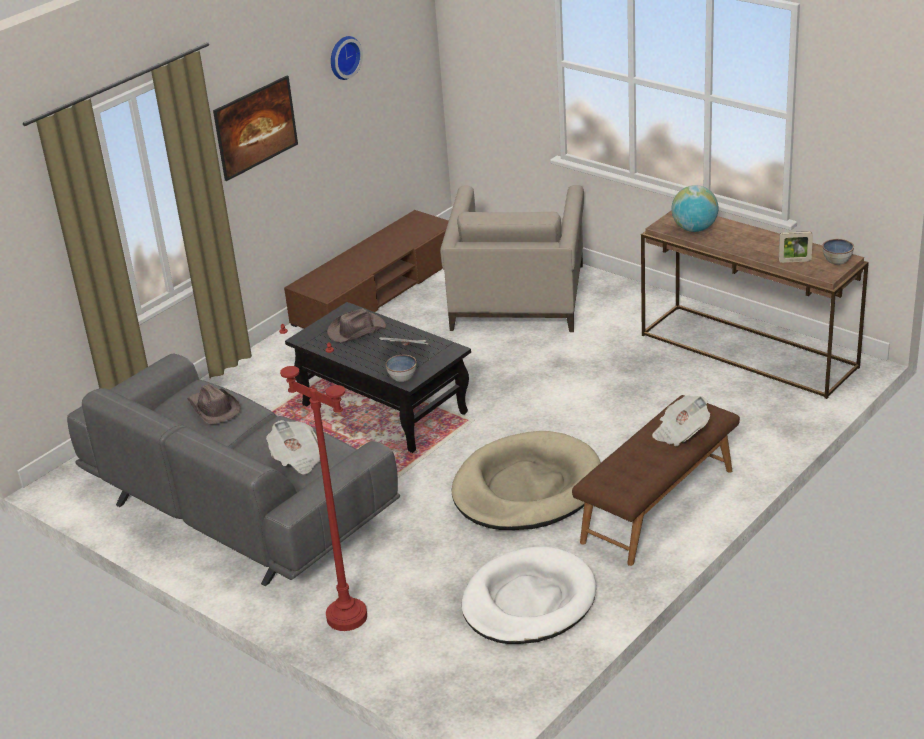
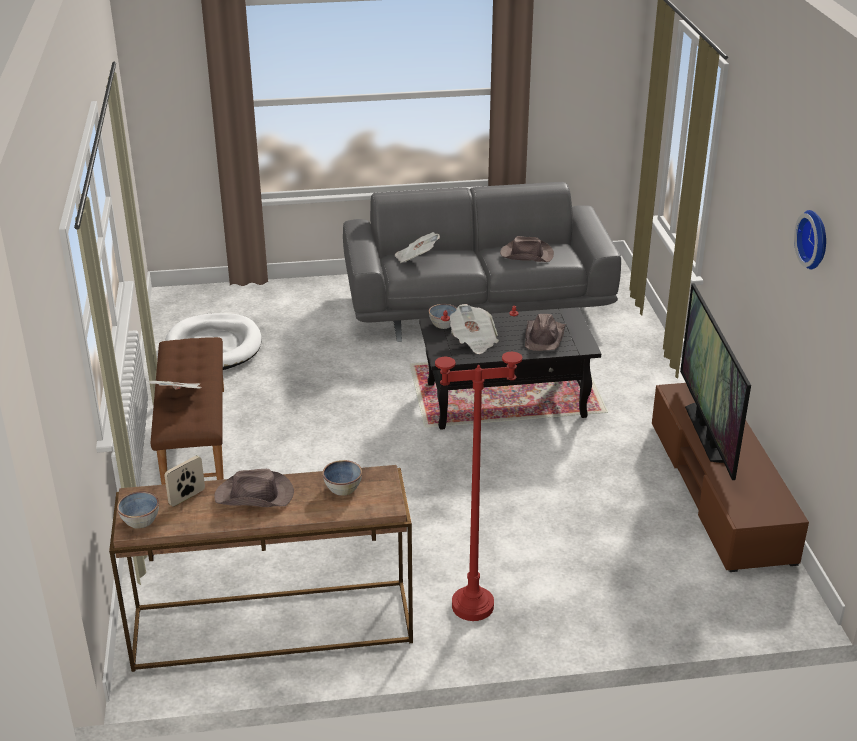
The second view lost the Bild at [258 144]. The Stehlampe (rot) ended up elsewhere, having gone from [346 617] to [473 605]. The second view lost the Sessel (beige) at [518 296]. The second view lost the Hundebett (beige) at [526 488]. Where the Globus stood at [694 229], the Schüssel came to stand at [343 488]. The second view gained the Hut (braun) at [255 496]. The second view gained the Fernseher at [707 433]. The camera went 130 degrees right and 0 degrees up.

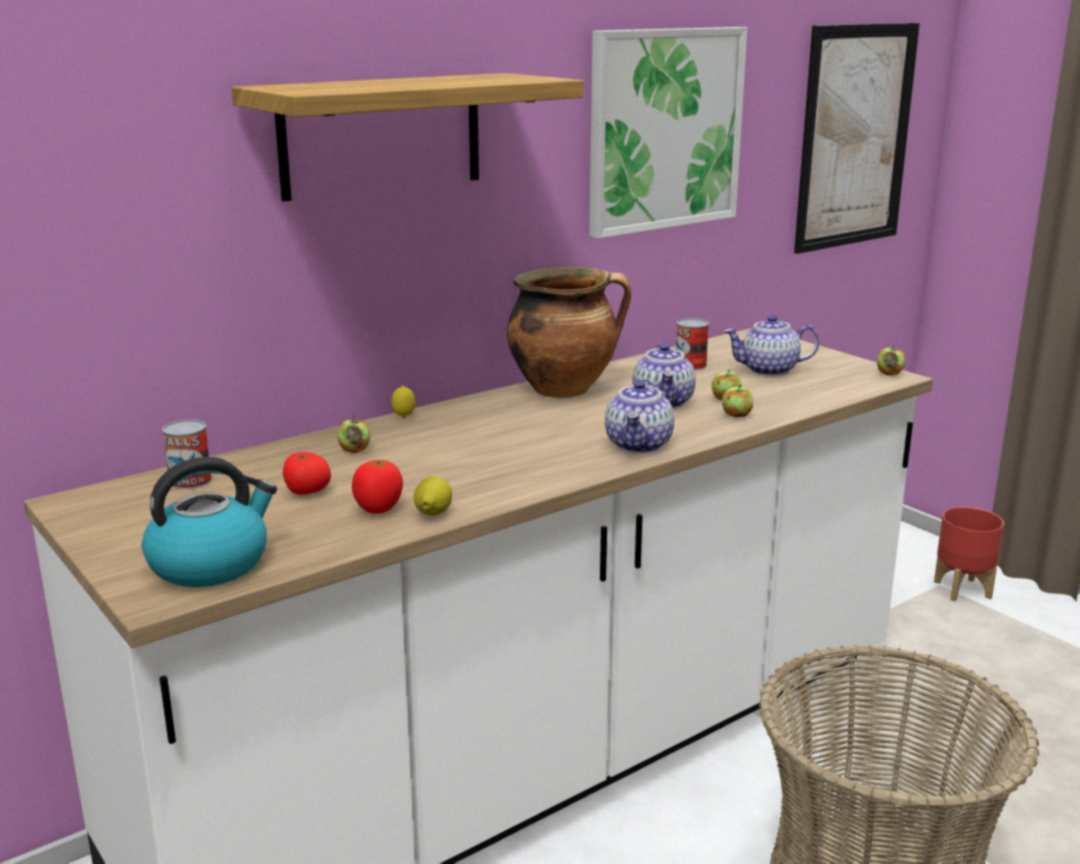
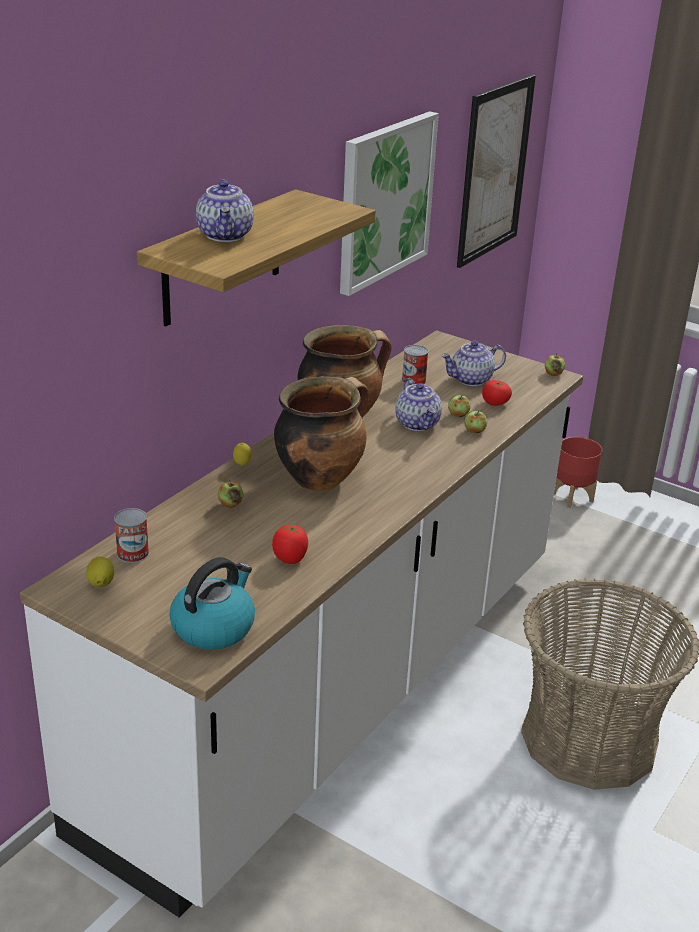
The Tomate ended up elsewhere, having gone from [306 492] to [495 403]. The Zitrone ended up elsewhere, having gone from [432 514] to [100 584]. The Teekanne ended up elsewhere, having gone from [639 445] to [226 235]. The second view gained the Kochtopf at [320 478]. The camera went 20 degrees left and 10 degrees up.

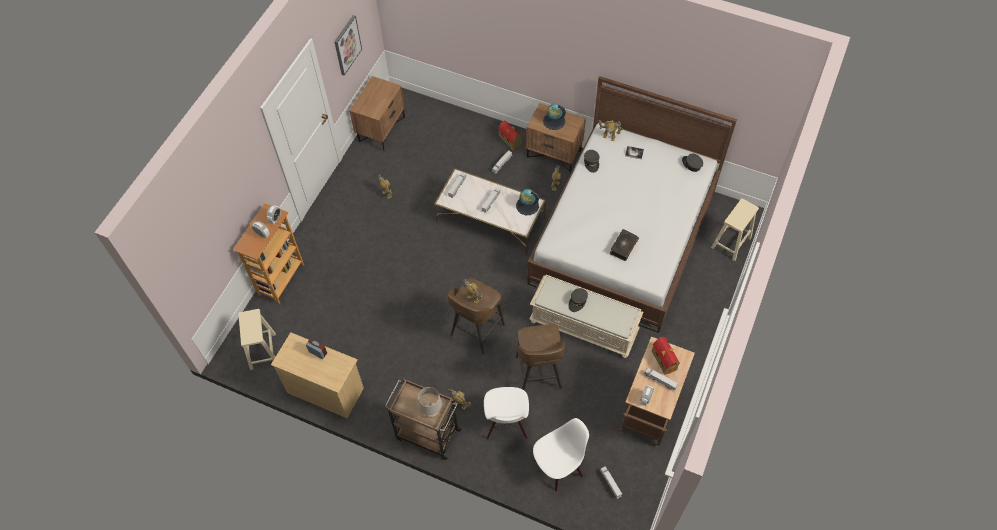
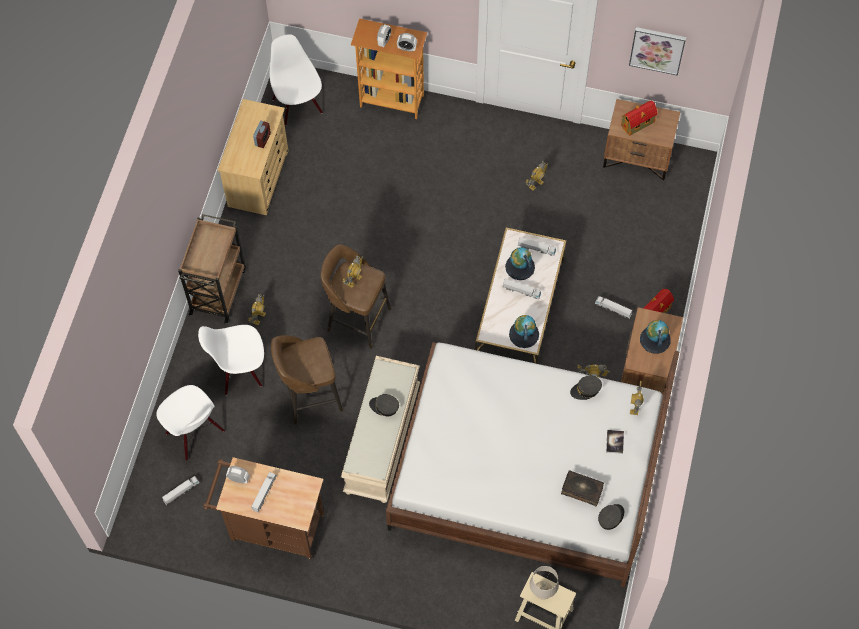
Where the Hocker (beige) stood at [262 350], the Stuhl (weiß) came to stand at [298 105]. The Tischlampe (beige) ended up elsewhere, having gone from [431 412] to [542 592]. The Buch ended up elsewhere, having gone from [623 247] to [582 490]. The Spielzeughaus ended up elsewhere, having gone from [663 359] to [638 123]. The second view gained the Globus at [520 267]. The camera went 80 degrees right and 5 degrees up.

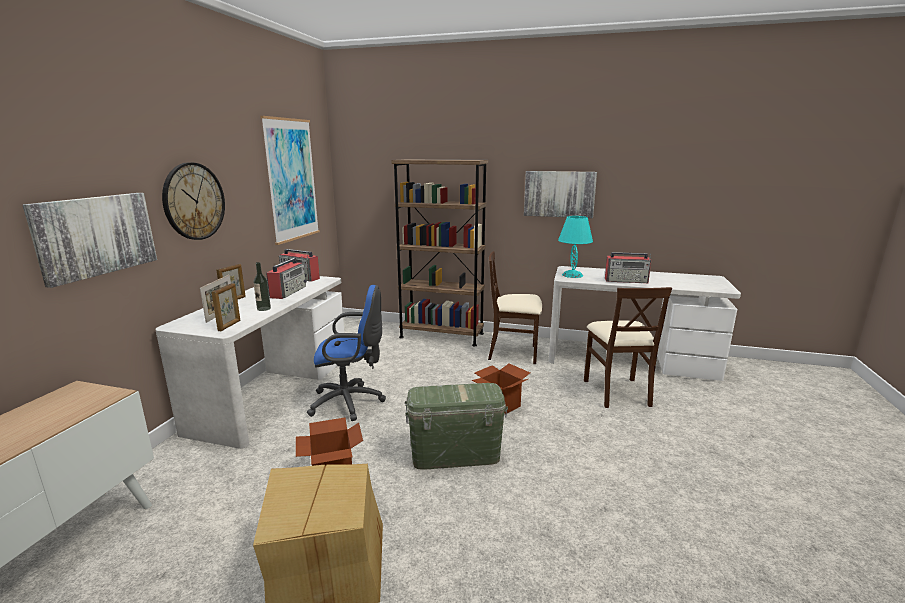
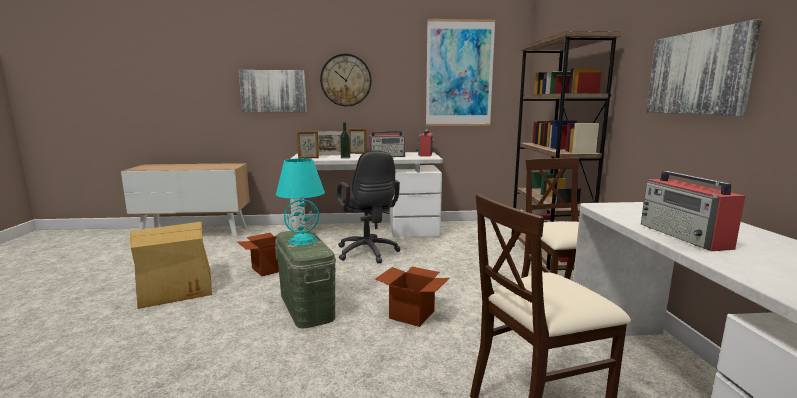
What was the Bürostuhl (blau) at [350 402] turned into the Bürostuhl (schwarz) at [368 253]. The Tischlampe (türkis) ended up elsewhere, having gone from [572 275] to [303 240]. The camera went 70 degrees right and 5 degrees down.

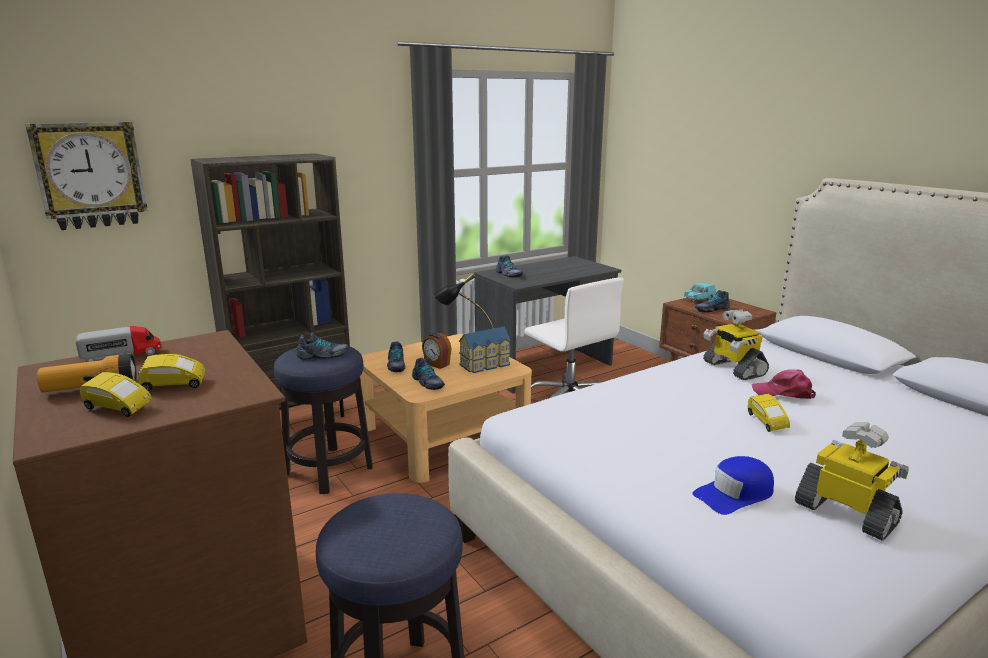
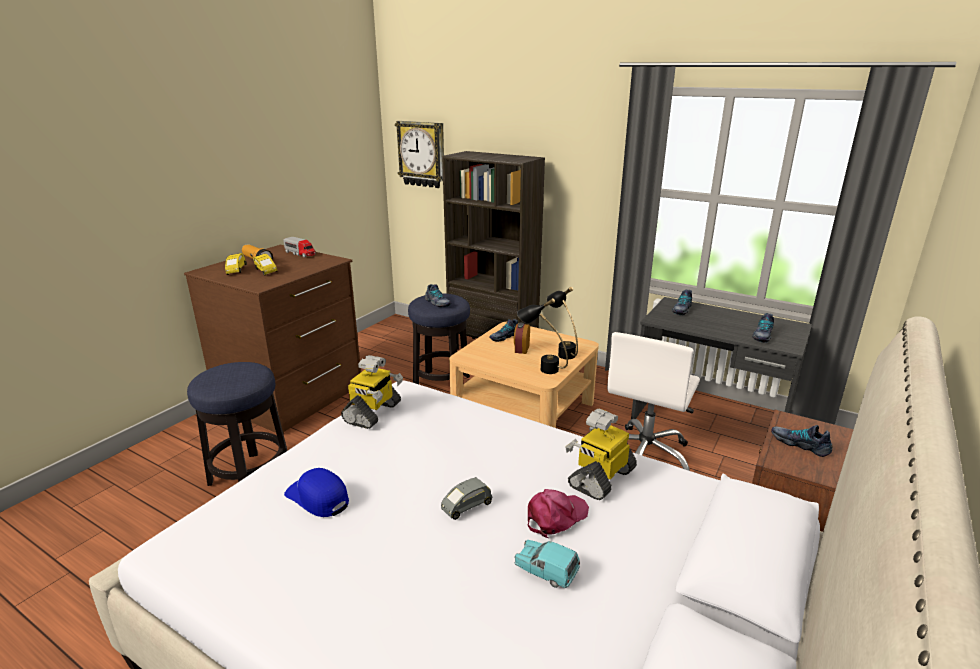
The Schuh ended up elsewhere, having gone from [427 383] to [762 335]. Where the Spielzeughaus stood at [486 365], the Tischlampe (schwarz) came to stand at [541 367]. The Spielzeugauto (türkis) ended up elsewhere, having gone from [699 299] to [546 571]. What was the Spielzeugauto (gelb) at [766 422] turned into the Spielzeugauto (grau) at [466 507]. The Kappe (rosa) at [784 393] ended up facing another way, 60 degrees clockwise from before. The Spielzeugroboter ended up elsewhere, having gone from [847 513] to [373 413]. The camera went 65 degrees right and 5 degrees up.

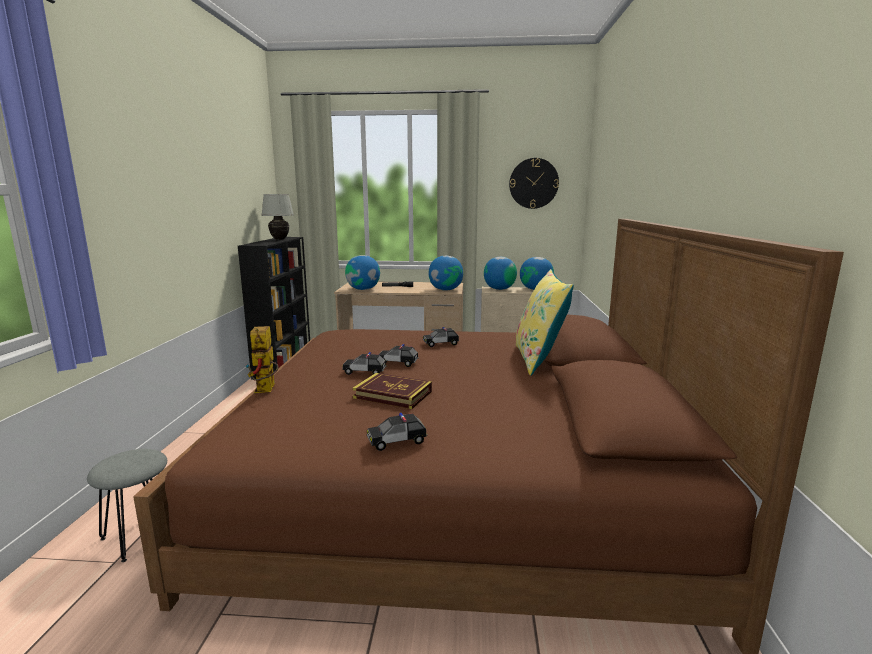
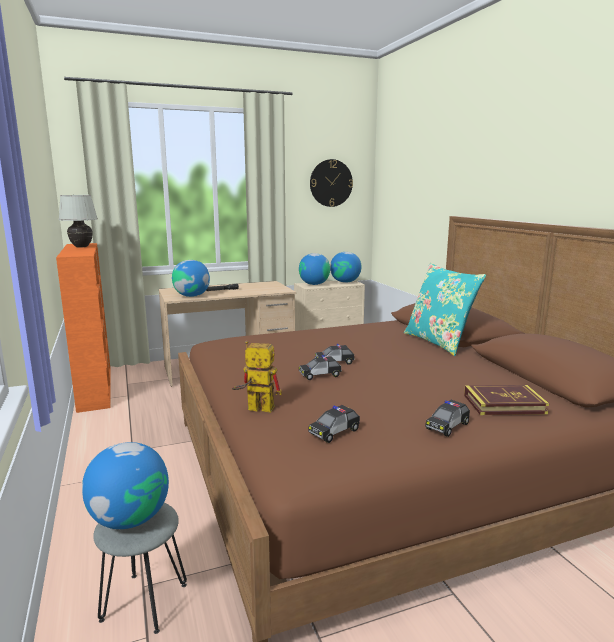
What was the Bücherregal (schwarz) at [284 362] turned into the Bücherregal (orange) at [94 388]. The Spielzeugroboter at [266 390] ended up facing another way, 135 degrees clockwise from before. The Buch ended up elsewhere, having gone from [393 395] to [504 404]. The Spielzeugauto ended up elsewhere, having gone from [441 344] to [334 432]. The Globus ended up elsewhere, having gone from [445 290] to [130 519]. What was the Kissen (gelb) at [539 359] turned into the Kissen (türkis) at [439 342]. The camera went 25 degrees left and 0 degrees up.

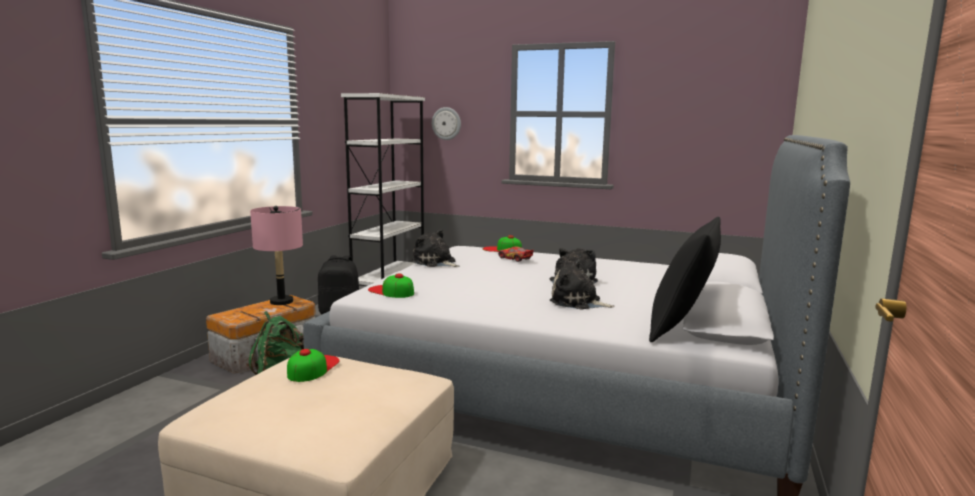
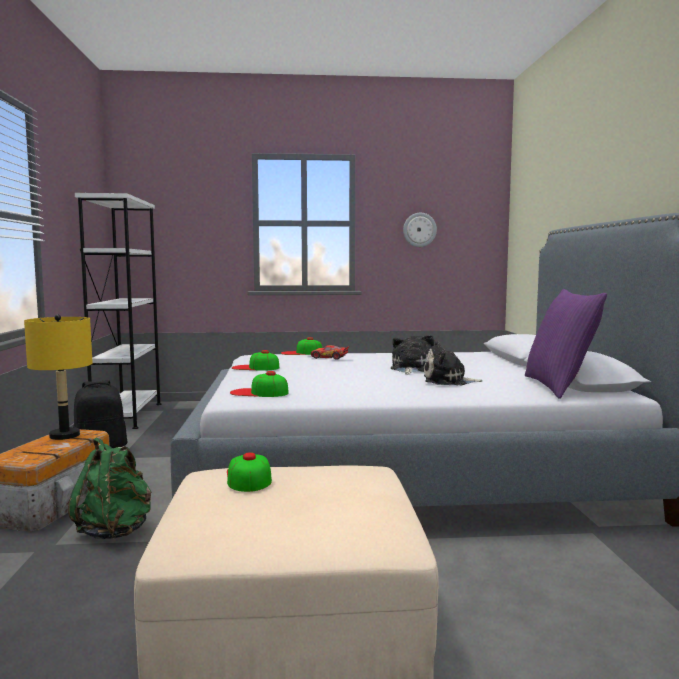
What was the Tischlampe (rosa) at [281 301] turned into the Tischlampe (gelb) at [64 435]. Where the Plüschtier stood at [435 262], the Kappe came to stand at [255 367]. The Wanduhr ended up elsewhere, having gone from [446 123] to [419 230]. What was the Kissen (schwarz) at [682 327] turned into the Kissen (lila) at [559 387]. The camera went 25 degrees left and 5 degrees down.

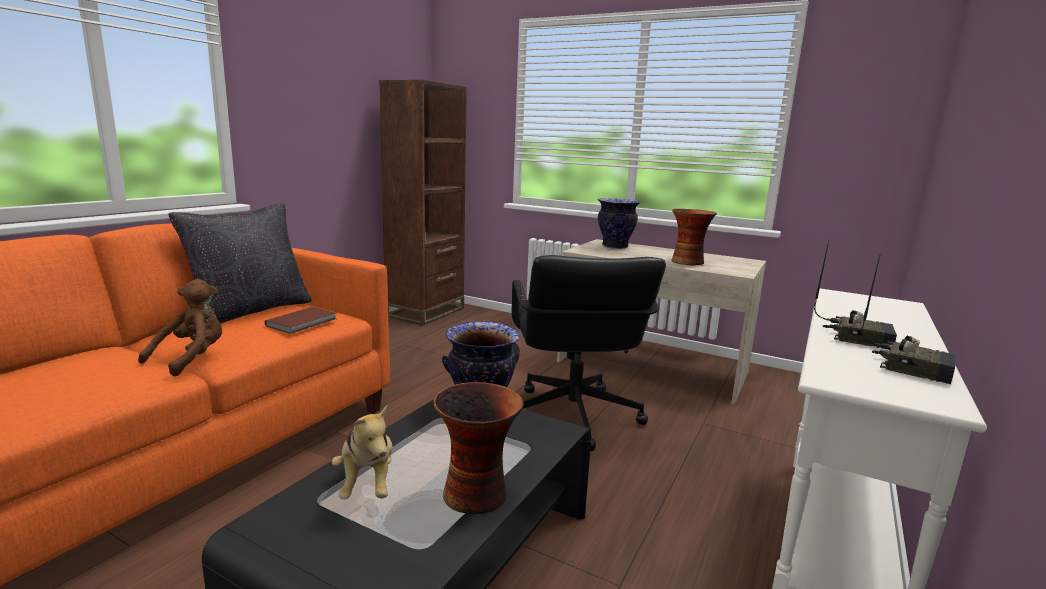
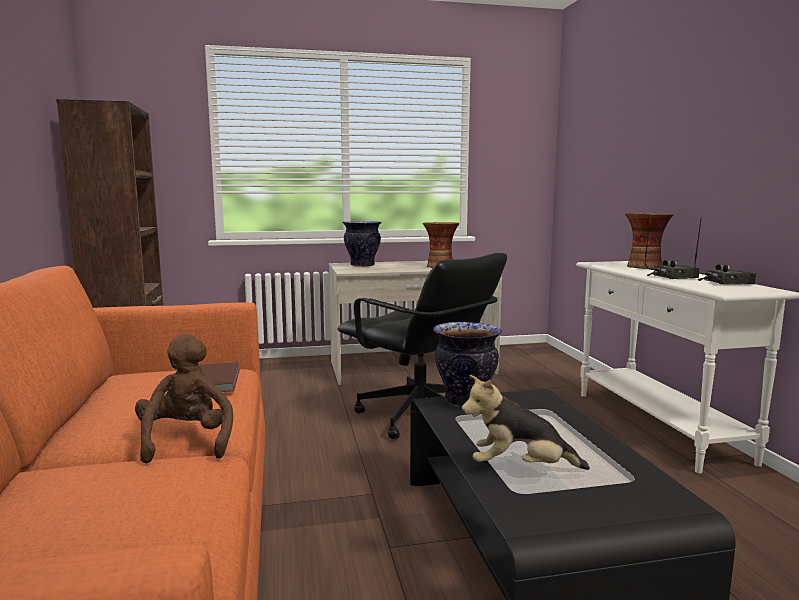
The second view lost the Kissen (schwarz) at [251 311]. The Plüschtier at [367 483] ended up facing another way, 150 degrees clockwise from before. The Vase ended up elsewhere, having gone from [477 494] to [644 267]. The camera went 40 degrees left and 5 degrees down.

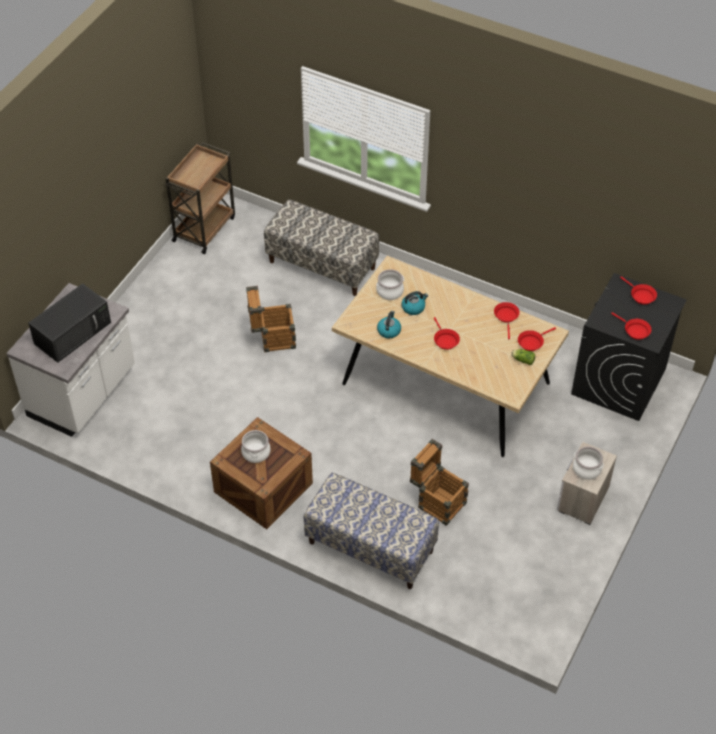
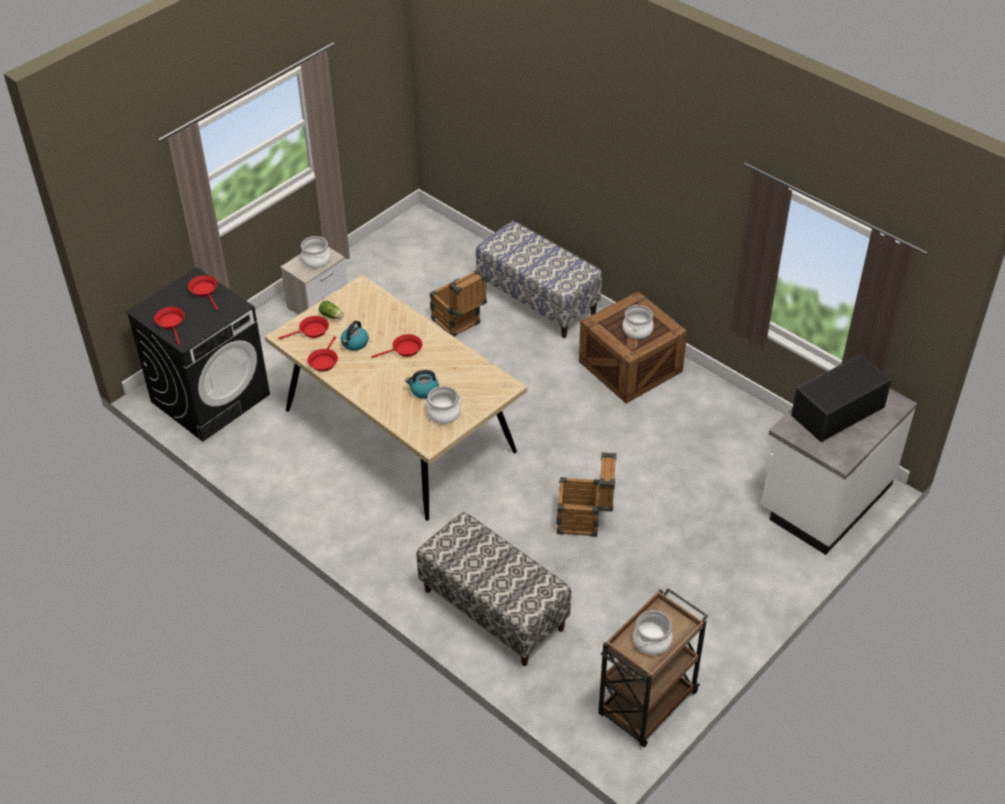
The Wasserkessel ended up elsewhere, having gone from [389 330] to [355 343]. The Pfanne (rot) at [445 340] ended up facing another way, 75 degrees clockwise from before. The second view gained the Kochtopf at [651 641]. The camera went 165 degrees left and 5 degrees down.

